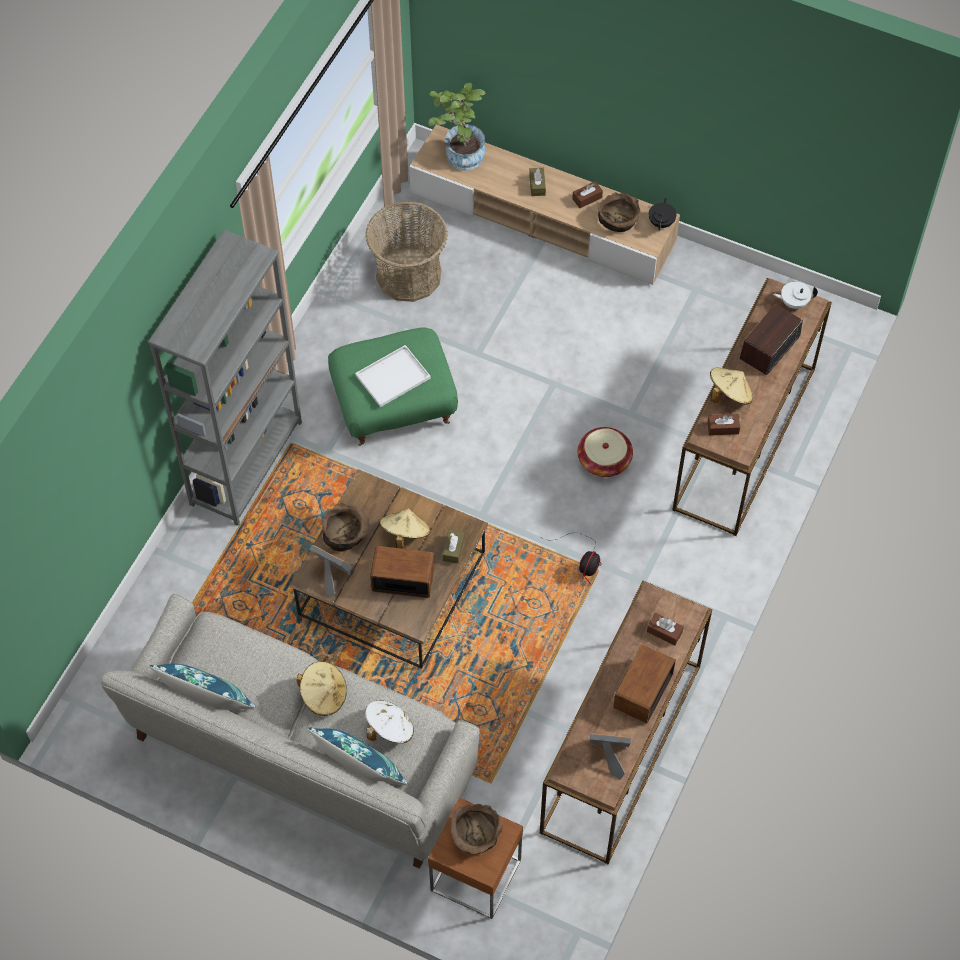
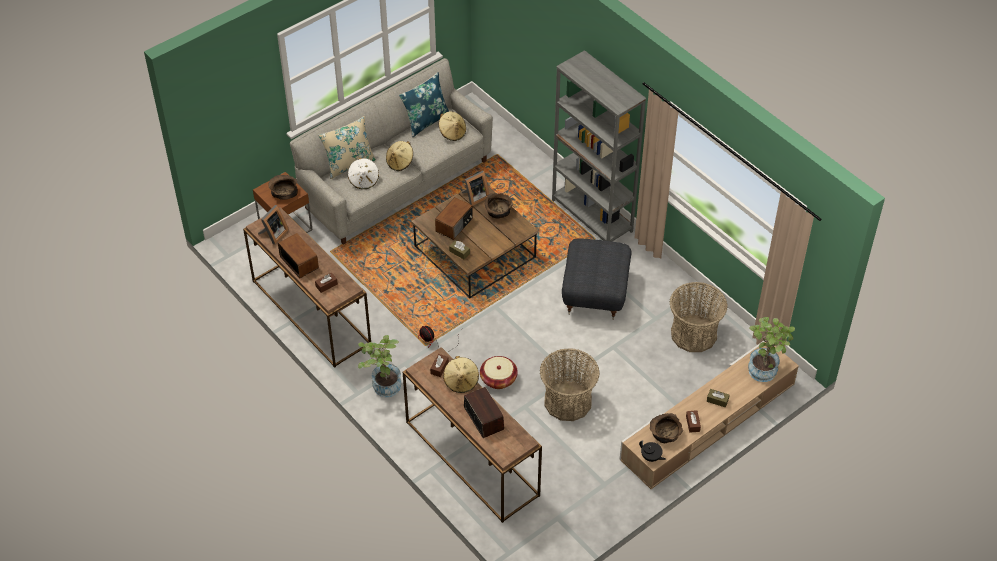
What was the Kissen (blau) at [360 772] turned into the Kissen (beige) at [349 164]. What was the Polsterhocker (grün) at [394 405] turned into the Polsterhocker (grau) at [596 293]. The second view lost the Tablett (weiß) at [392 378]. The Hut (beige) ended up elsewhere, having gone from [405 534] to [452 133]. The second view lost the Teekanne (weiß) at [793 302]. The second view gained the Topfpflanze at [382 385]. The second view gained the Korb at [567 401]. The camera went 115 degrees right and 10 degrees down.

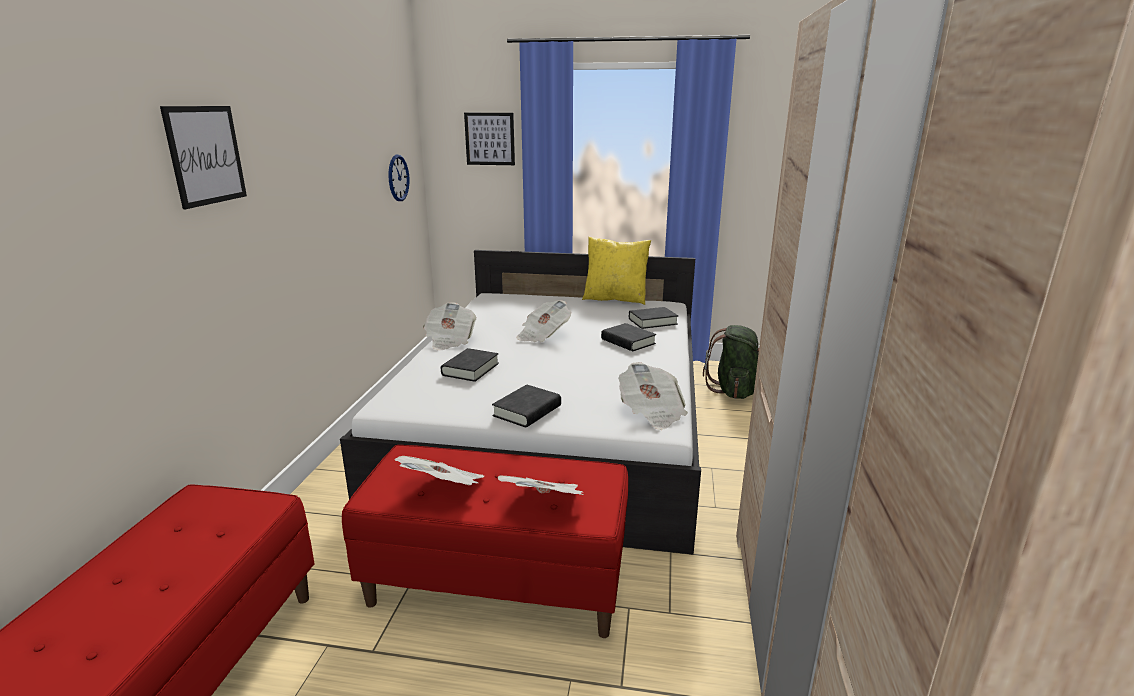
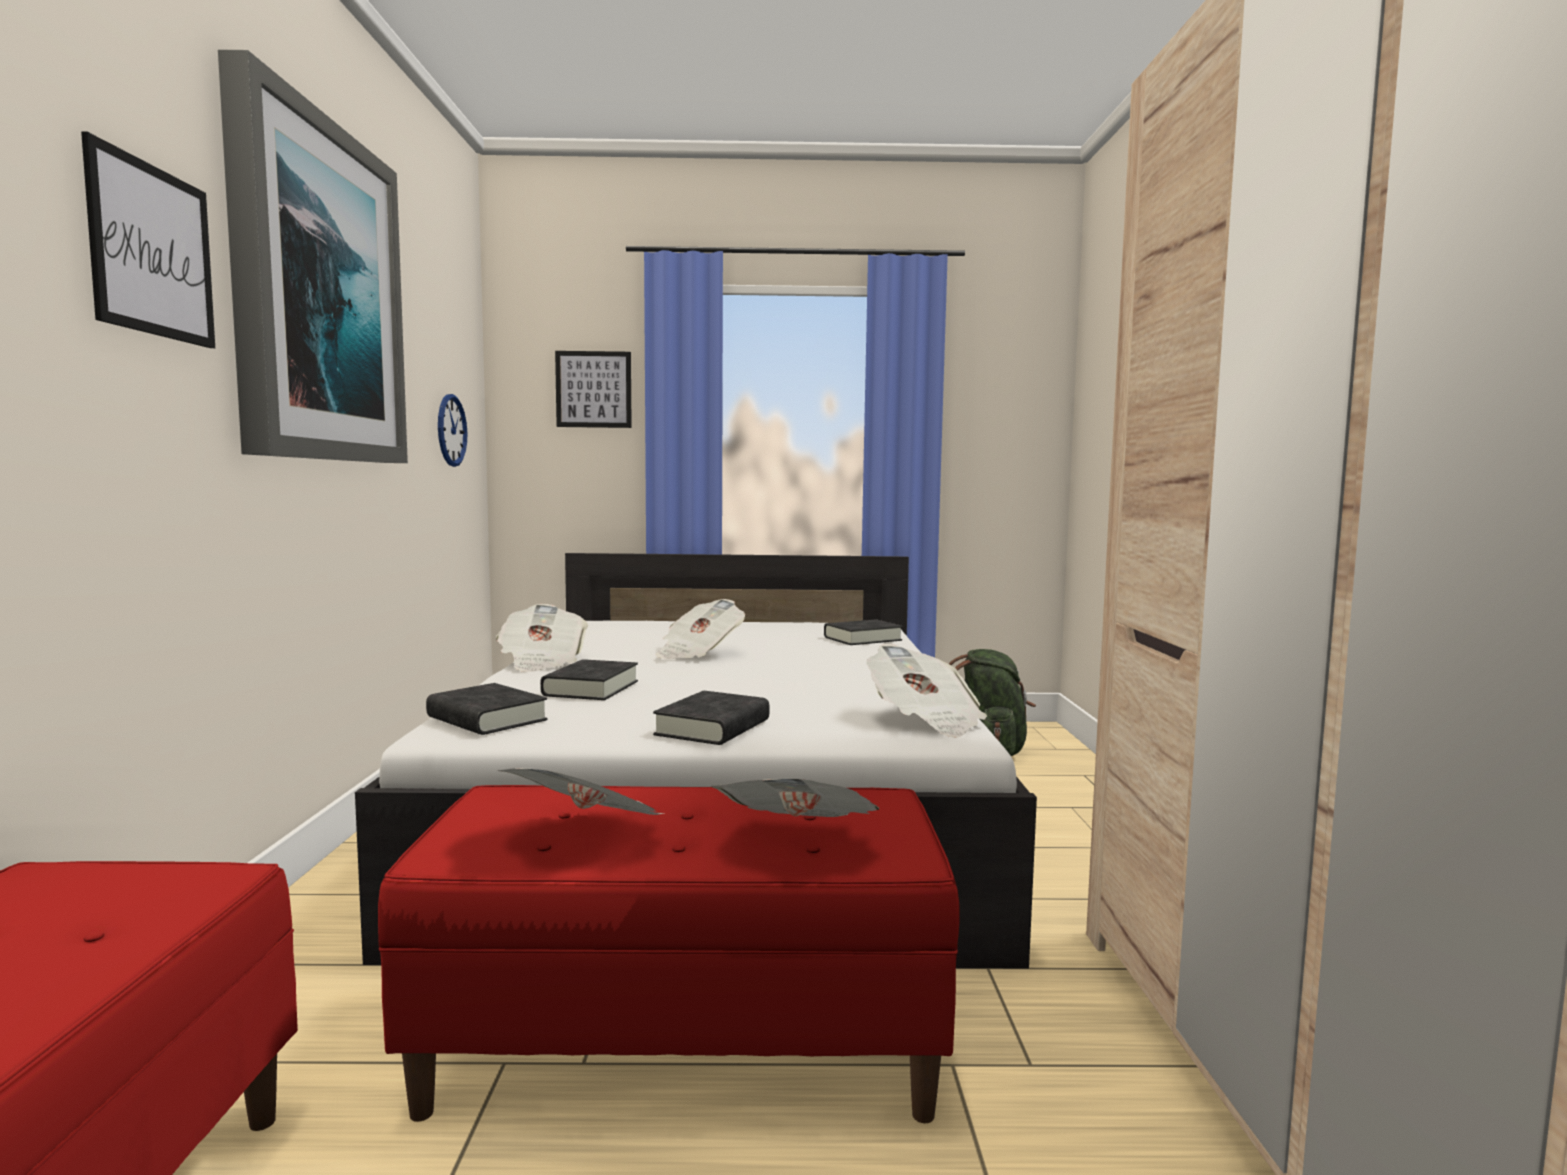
The second view lost the Kissen (gelb) at [615 299]. The Buch (schwarz) ended up elsewhere, having gone from [628 341] to [487 719]. The second view gained the Bild at [317 293]. The camera went 10 degrees left and 15 degrees down.

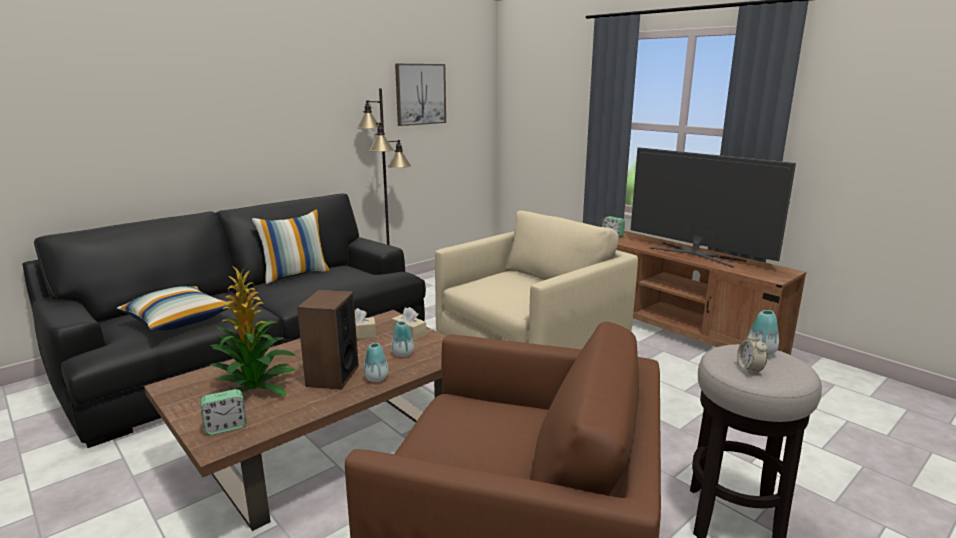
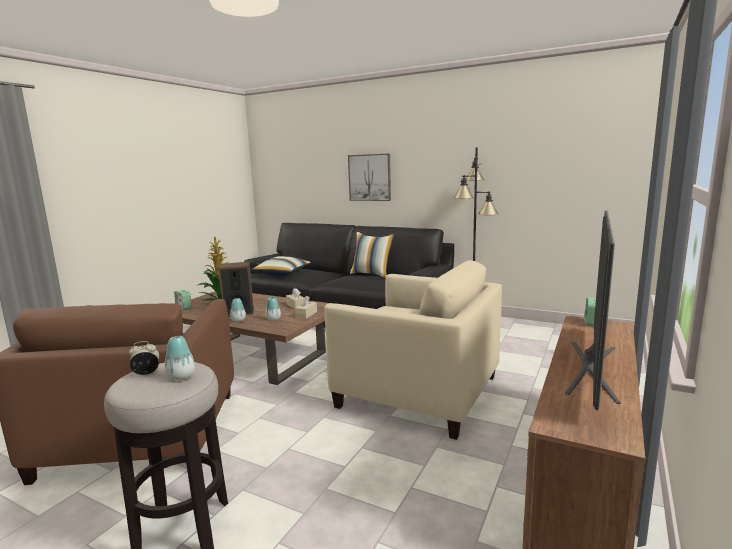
The Bild ended up elsewhere, having gone from [420 94] to [370 177]. The camera went 70 degrees right and 5 degrees down.

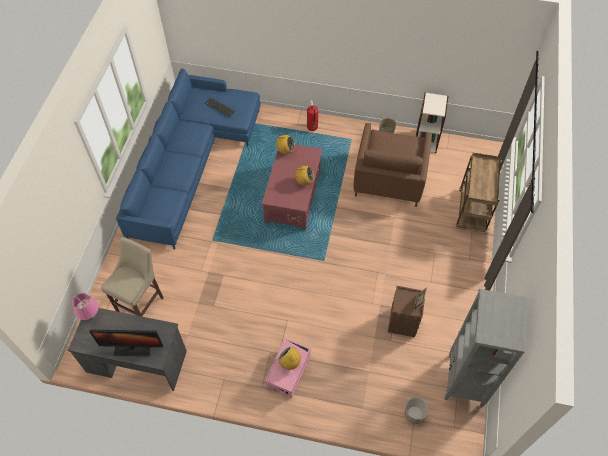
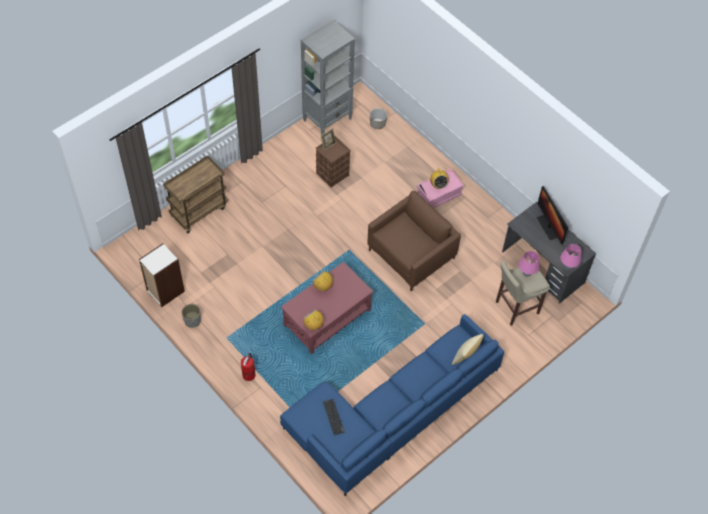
The Monitor at [132 348] ended up facing another way, 150 degrees counterclockwise from before. The Sessel (braun) ended up elsewhere, having gone from [389 178] to [412 254]. The second view gained the Kissen at [466 356]. The second view gained the Tischlampe (rosa) at [526 273]. The camera went 145 degrees left and 0 degrees up.

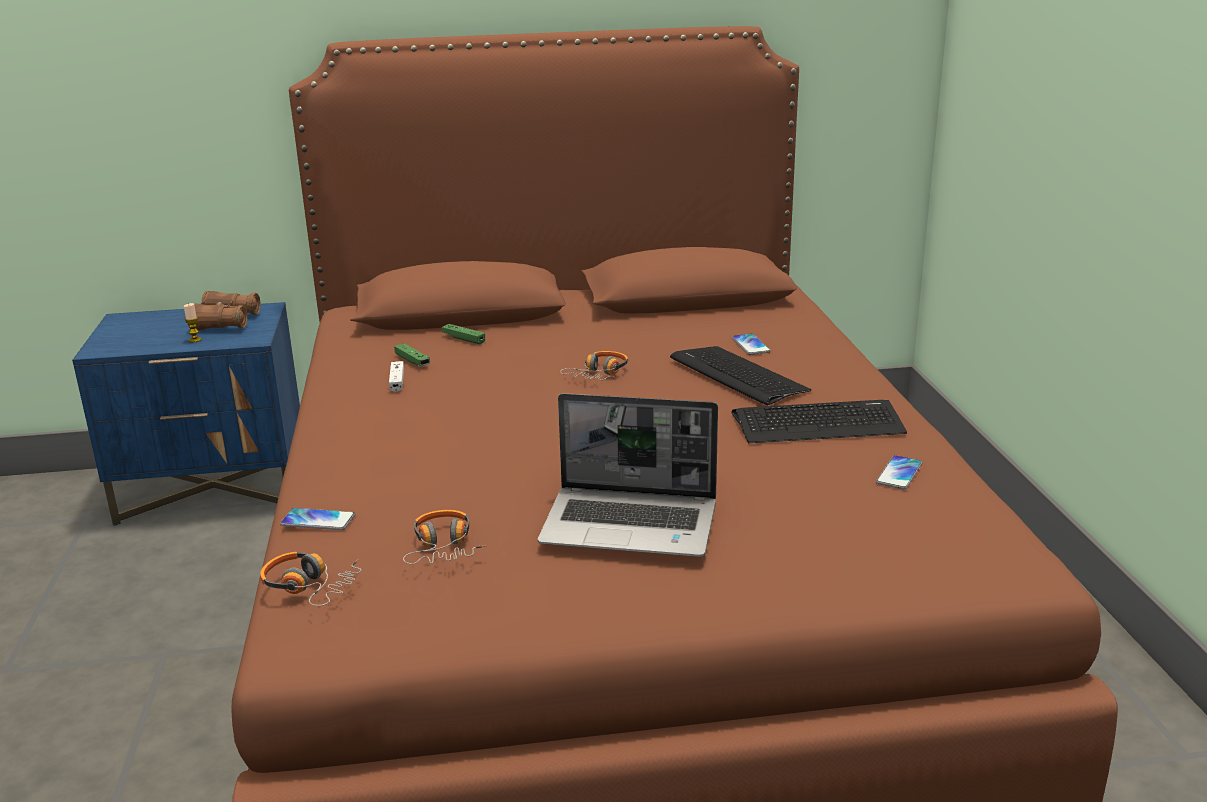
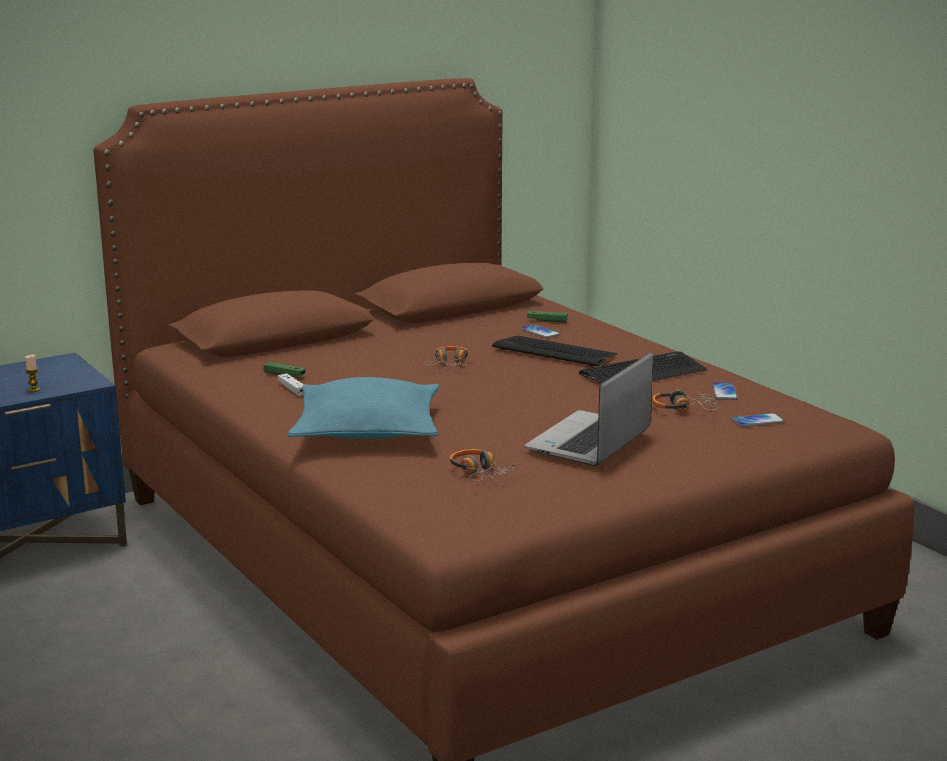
The second view lost the Fernglas (braun) at [226 322]. The Kopfhörer ended up elsewhere, having gone from [310 586] to [683 408]. The Handy ended up elsewhere, having gone from [318 520] to [757 421]. The Gamepad (grün) ended up elsewhere, having gone from [463 339] to [547 321]. The Laptop at [632 524] ended up facing another way, 135 degrees clockwise from before. The second view gained the Kissen (türkis) at [367 430]. The camera went 25 degrees left and 5 degrees down.

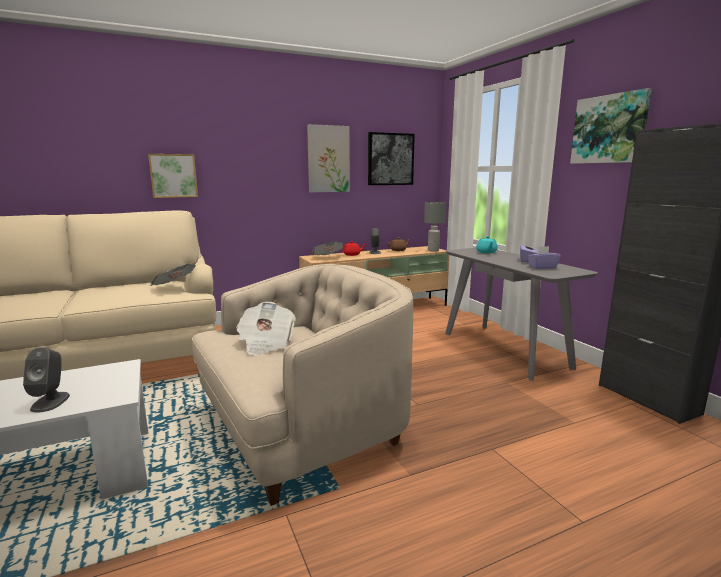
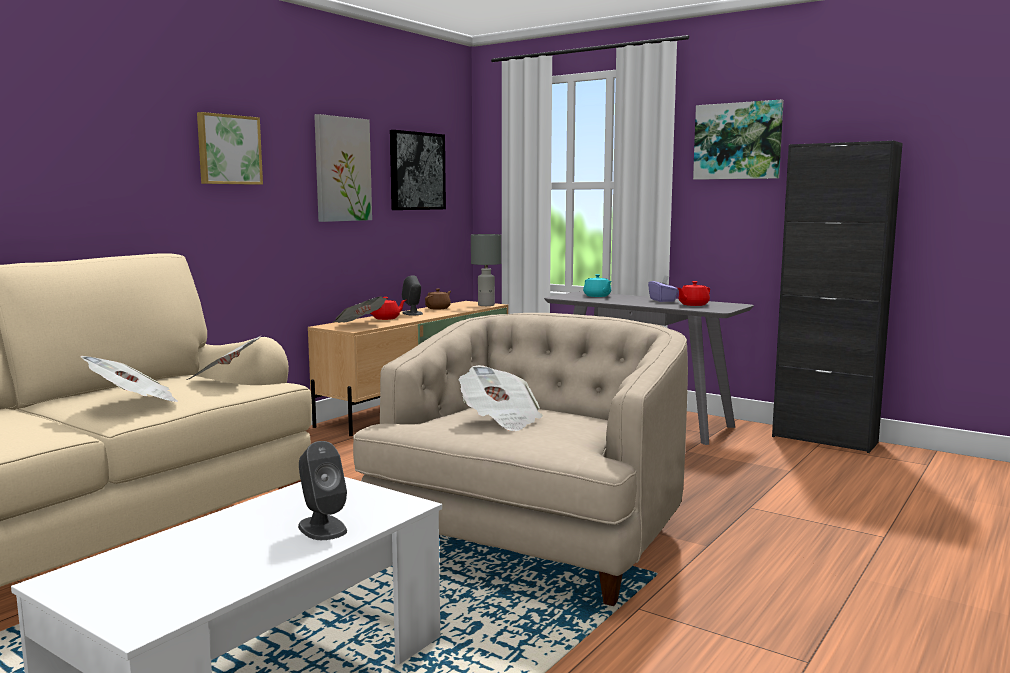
The Bild ended up elsewhere, having gone from [173 175] to [228 149]. Where the Taschentuchbox (lila) stood at [542 267], the Teekanne (rot) came to stand at [693 305]. The second view gained the Zeitung at [134 402]. The camera went 30 degrees left and 5 degrees down.

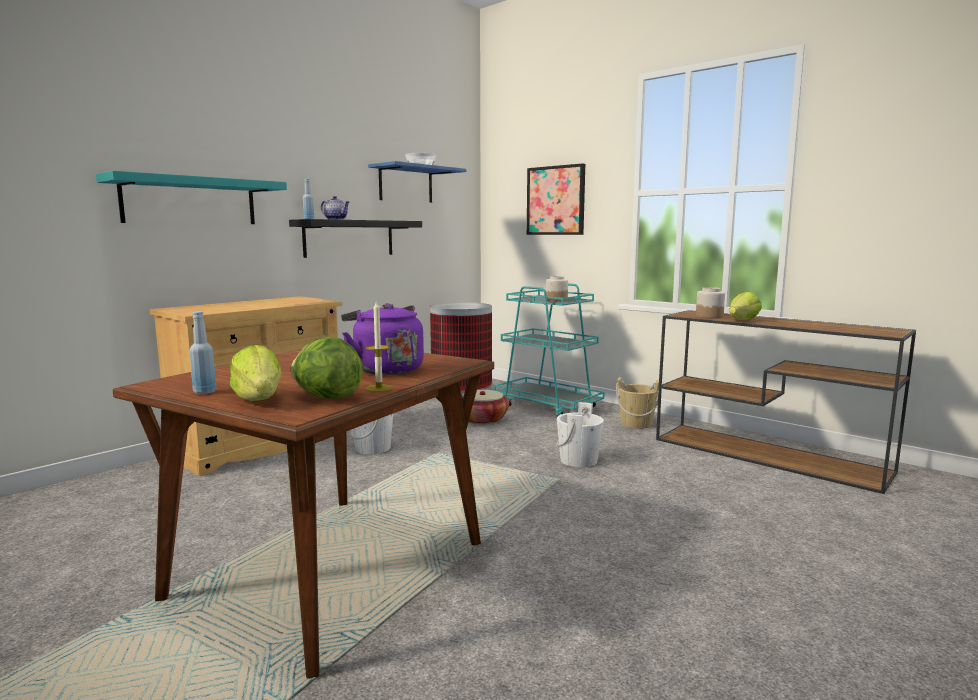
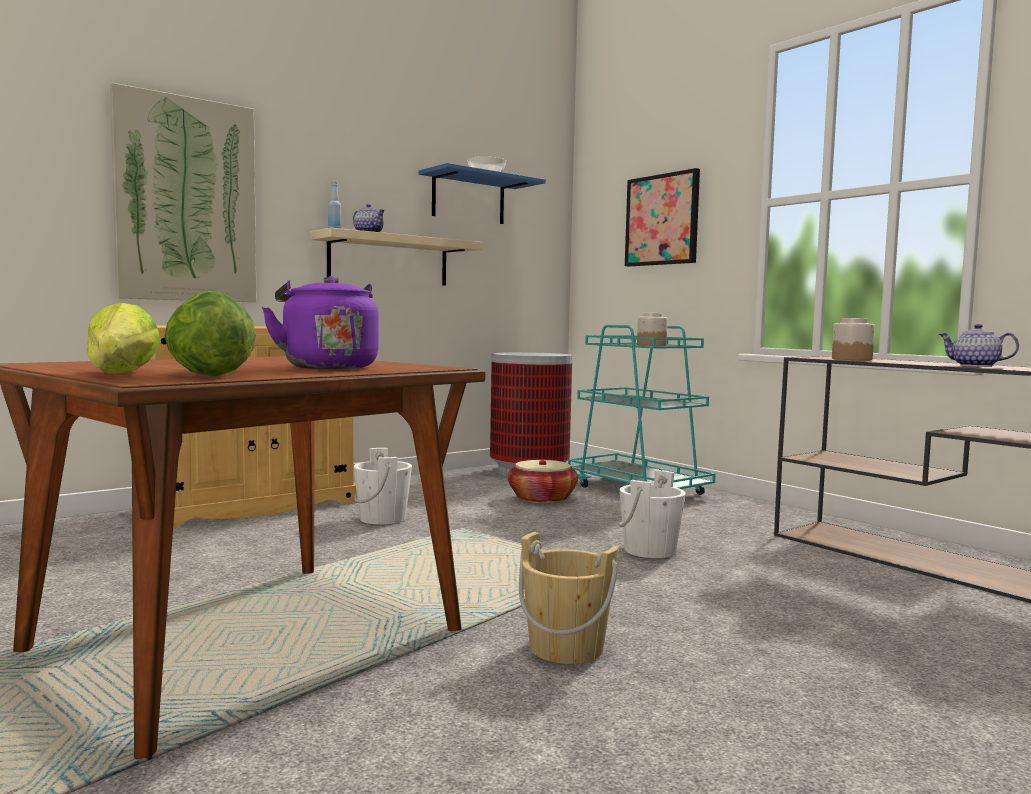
Where the Wandregal (türkis) hung at [190 201], the Bild came to hang at [186 200]. The second view lost the Flasche (blau) at [205 392]. What was the Wandregal (schwarz) at [349 238] turned into the Wandregal (beige) at [389 260]. The second view lost the Kerze at [379 388]. The Eimer (beige) ended up elsewhere, having gone from [636 424] to [566 648]. The second view lost the Salatkopf at [742 320]. The second view gained the Teekanne at [974 366]. The camera went 10 degrees right and 5 degrees down.

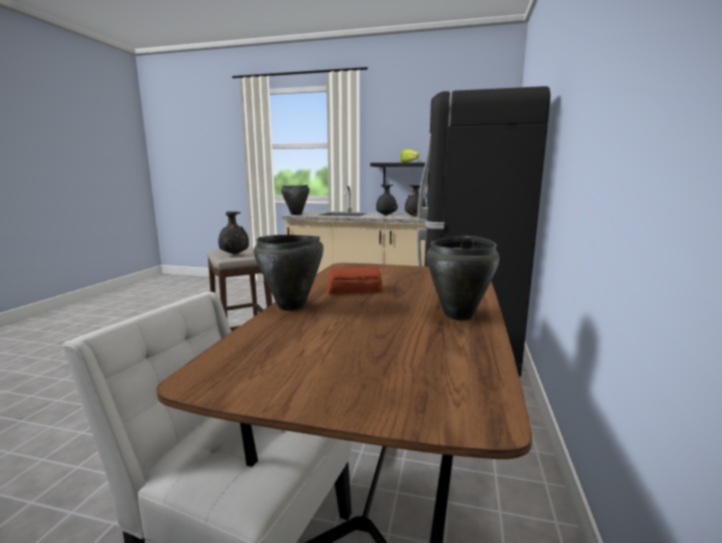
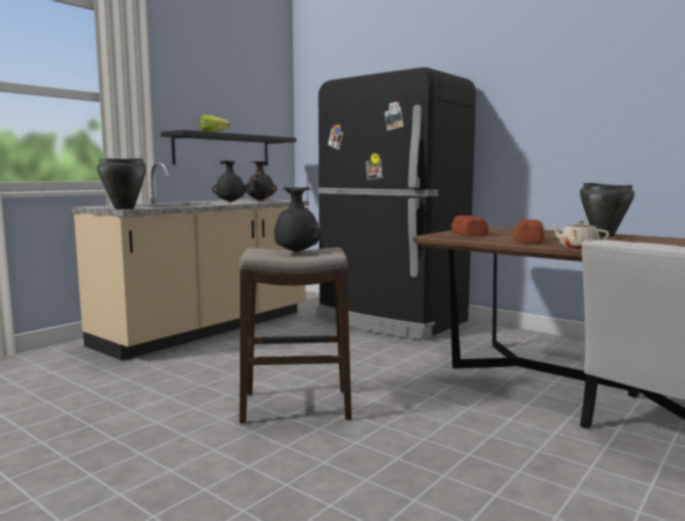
Where the Kochtopf (schwarz) stood at [291 306], the Teekanne (beige) came to stand at [578 248]. The second view gained the Brot at [469 234]. The camera went 65 degrees left and 5 degrees down.

